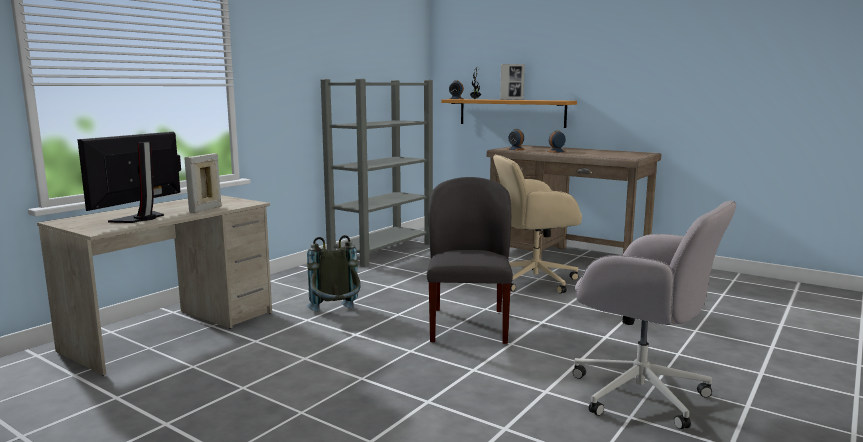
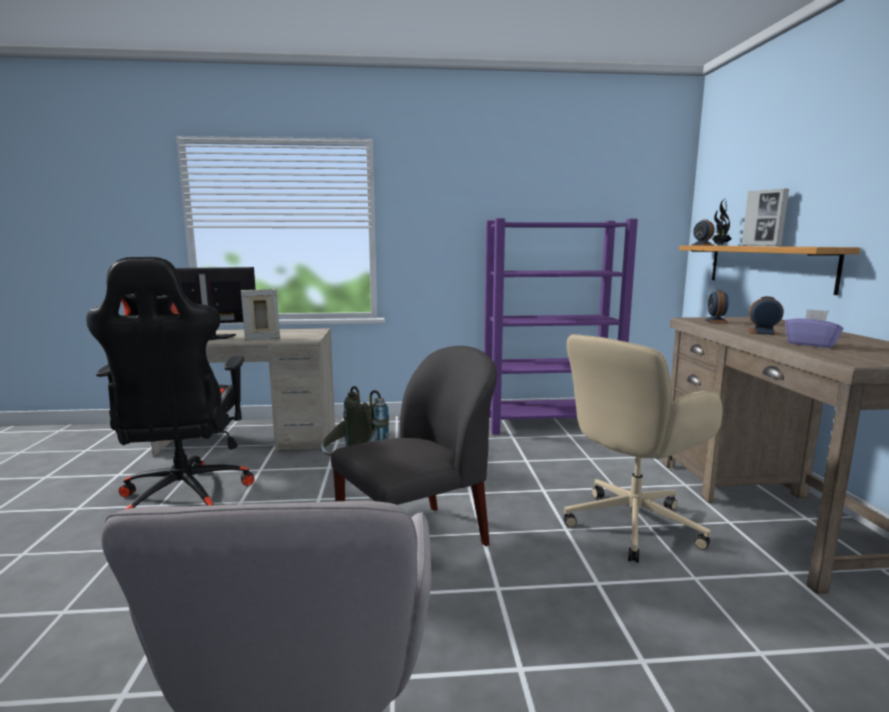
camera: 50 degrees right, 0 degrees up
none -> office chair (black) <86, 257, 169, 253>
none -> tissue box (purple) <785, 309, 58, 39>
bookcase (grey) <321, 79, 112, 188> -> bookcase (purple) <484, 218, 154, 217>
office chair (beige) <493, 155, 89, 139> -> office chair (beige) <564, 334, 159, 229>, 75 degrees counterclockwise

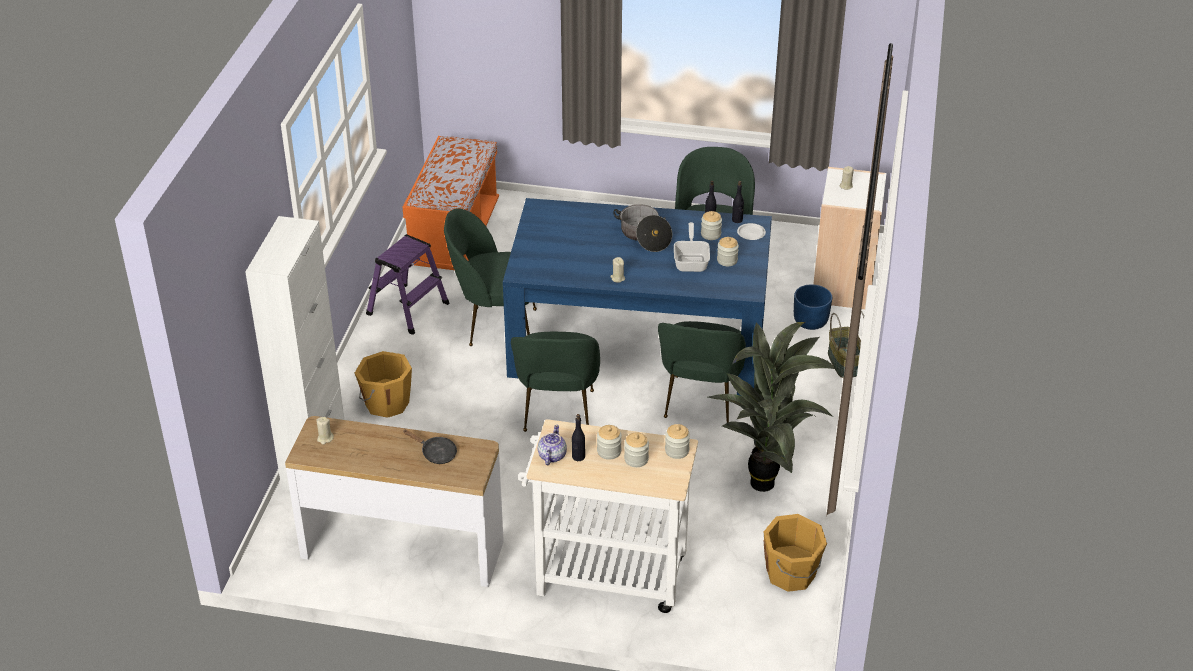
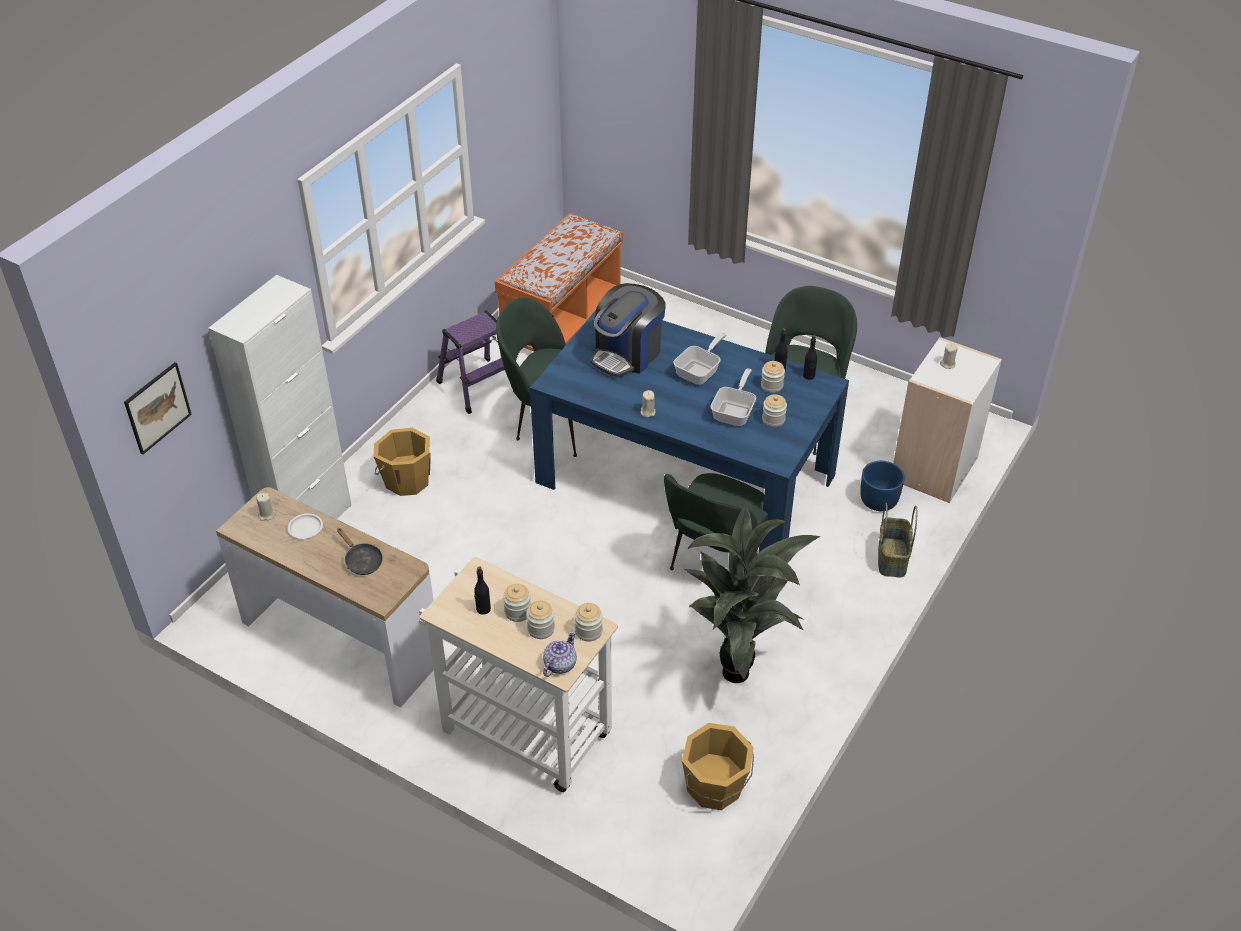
camera: 20 degrees right, 5 degrees up
chair (green) <511, 332, 89, 100> -> none
none -> picture <124, 362, 68, 93>
none -> coffee machine <590, 283, 76, 94>
teapot <538, 425, 29, 40> -> teapot <543, 631, 34, 46>, moved
plate (white) <737, 223, 29, 17> -> plate (white) <288, 513, 35, 26>, moved
cooking pot <613, 204, 59, 48> -> frying pan <673, 333, 53, 52>

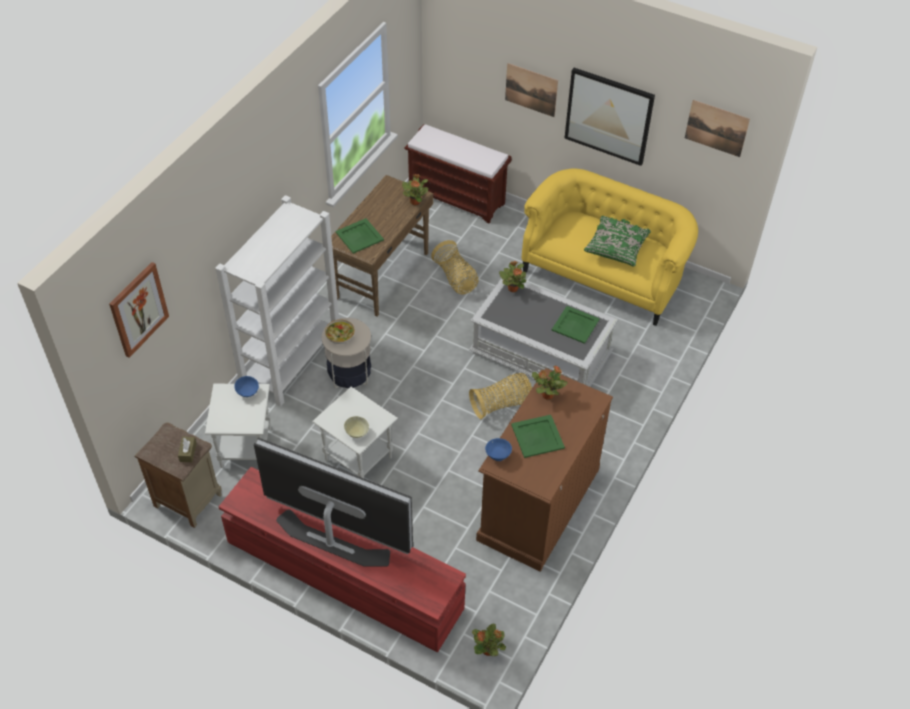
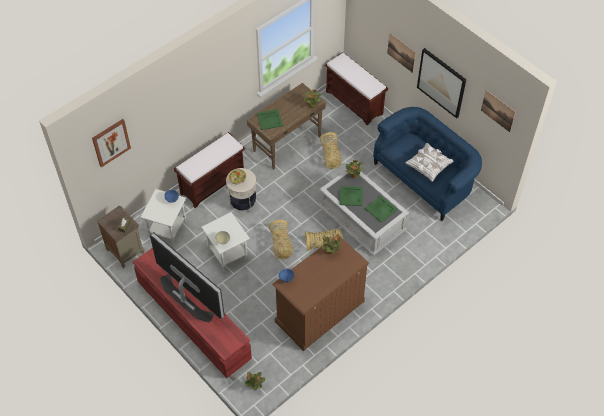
camera: 20 degrees right, 5 degrees up
none -> basket <269, 220, 24, 39>
tray (green) <511, 415, 54, 43> -> tray (green) <339, 186, 24, 20>, moved
bookcase (white) <215, 195, 124, 211> -> bench (brown) <174, 132, 71, 76>
sofa (yellow) <522, 168, 176, 158> -> sofa (blue) <373, 107, 109, 114>
pillow (green) <584, 216, 67, 51> -> pillow (white) <406, 143, 47, 39>

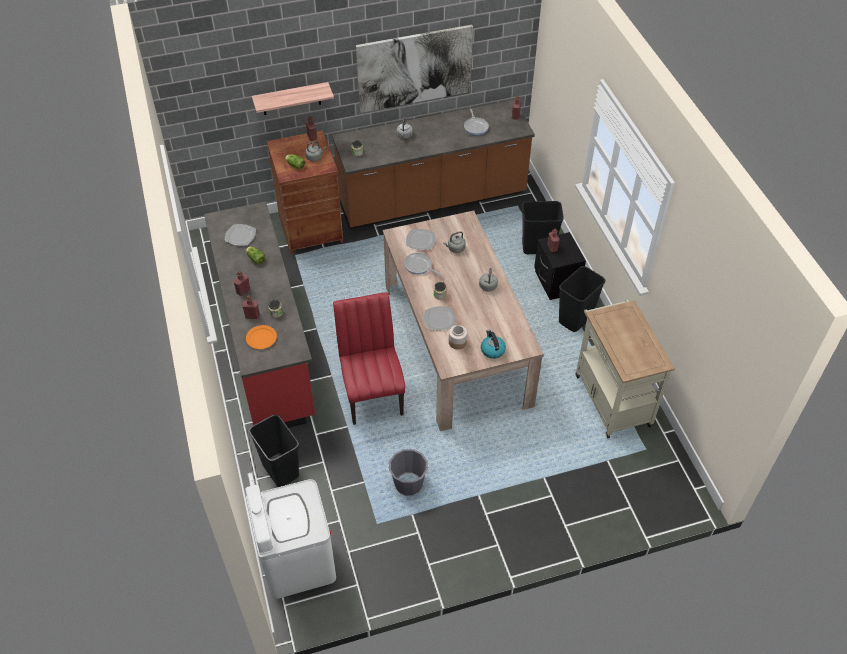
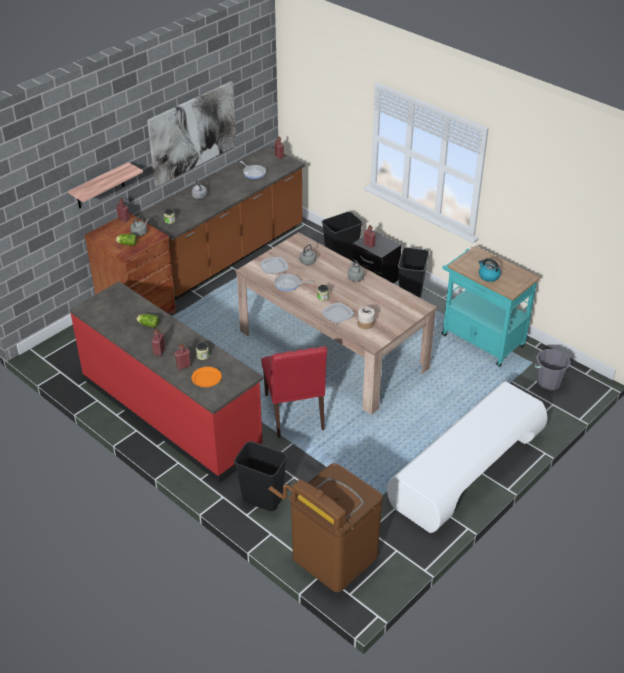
camera: 30 degrees left, 10 degrees down
plate <224, 224, 32, 22> -> none
none -> bench (white) <387, 381, 160, 152>
bucket (grey) <388, 449, 41, 47> -> bucket (grey) <535, 349, 36, 41>, moved
kettle <481, 330, 25, 29> -> kettle <478, 258, 23, 24>, moved
washing machine (white) <245, 473, 91, 126> -> washing machine (brown) <269, 463, 114, 129>
cart (beige) <575, 300, 100, 138> -> cart (turquoise) <442, 246, 98, 121>
chair (red) <333, 292, 72, 133> -> chair (red) <261, 346, 66, 92>, 150 degrees counterclockwise

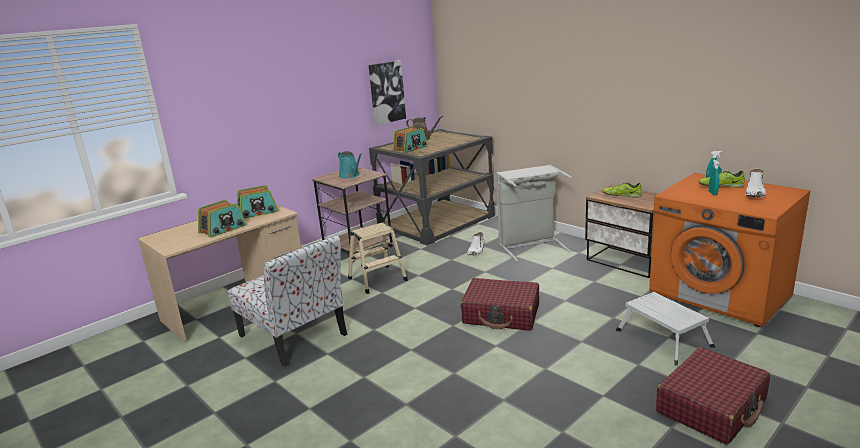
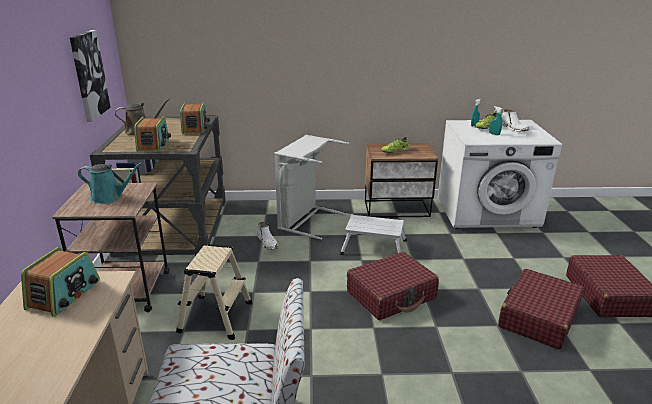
camera: 50 degrees left, 5 degrees up
none -> suitcase (red) <498, 269, 86, 81>
radio <198, 200, 48, 38> -> radio <180, 102, 30, 32>, moved
step ladder (white) <616, 292, 99, 74> -> step ladder (white) <339, 214, 68, 41>, moved
washing machine (orange) <649, 173, 161, 154> -> washing machine (white) <438, 120, 124, 109>

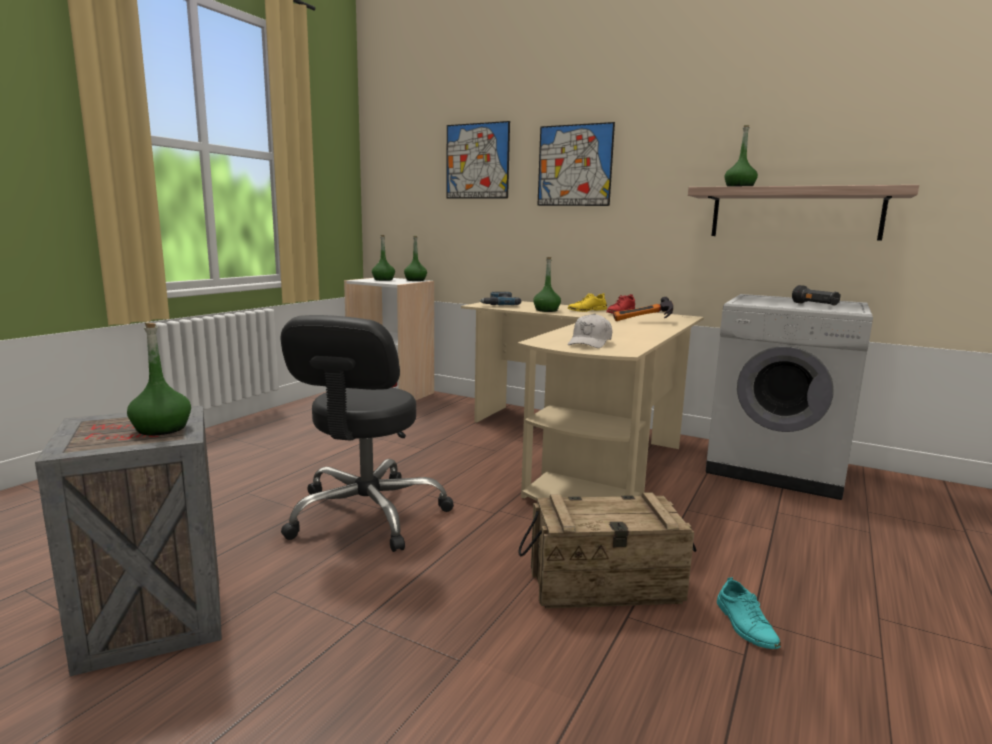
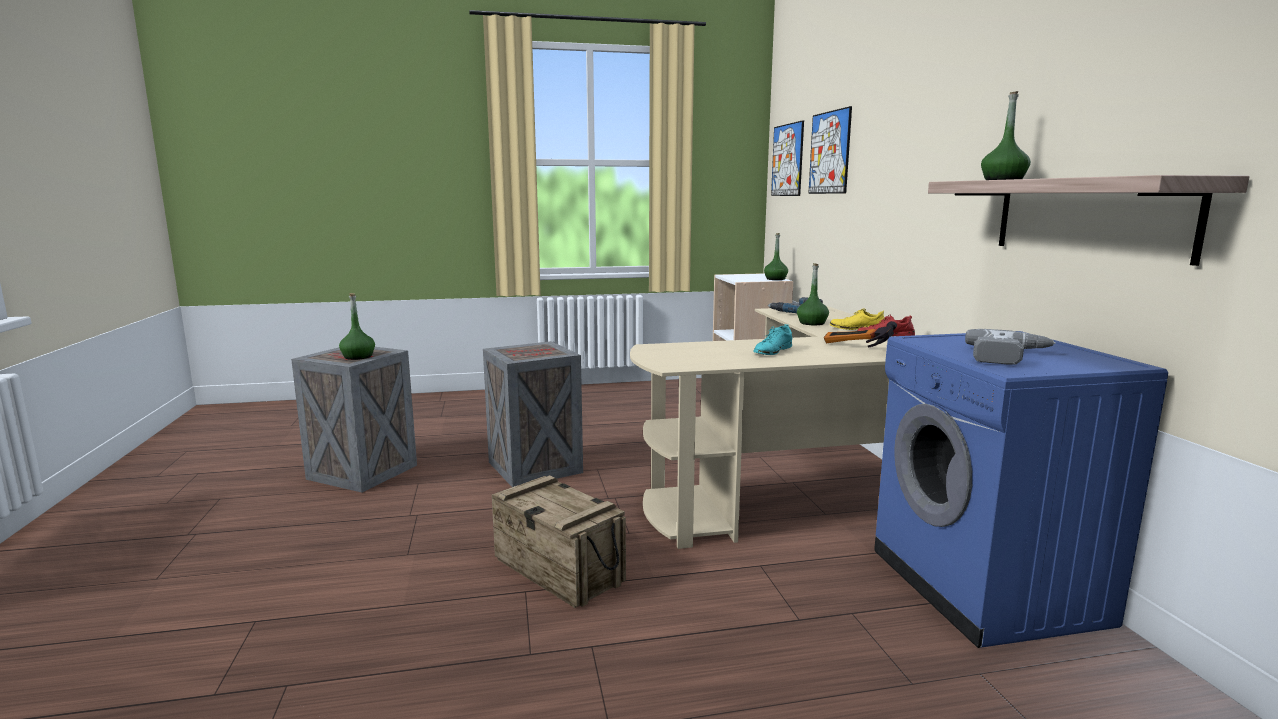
camera: 50 degrees right, 0 degrees up
bottle (green) <372, 235, 23, 46> -> none
cap (white) <568, 313, 44, 35> -> none
picture <537, 122, 78, 84> -> picture <771, 120, 33, 76>, moved
shoe (turquoise) <717, 577, 64, 72> -> shoe (turquoise) <754, 324, 38, 31>, moved
office chair (black) <281, 315, 173, 237> -> crate <483, 341, 100, 146>
flashlight (black) <792, 285, 49, 21> -> power drill <965, 329, 91, 36>
washing machine (white) <706, 294, 167, 206> -> washing machine (blue) <874, 331, 294, 317>

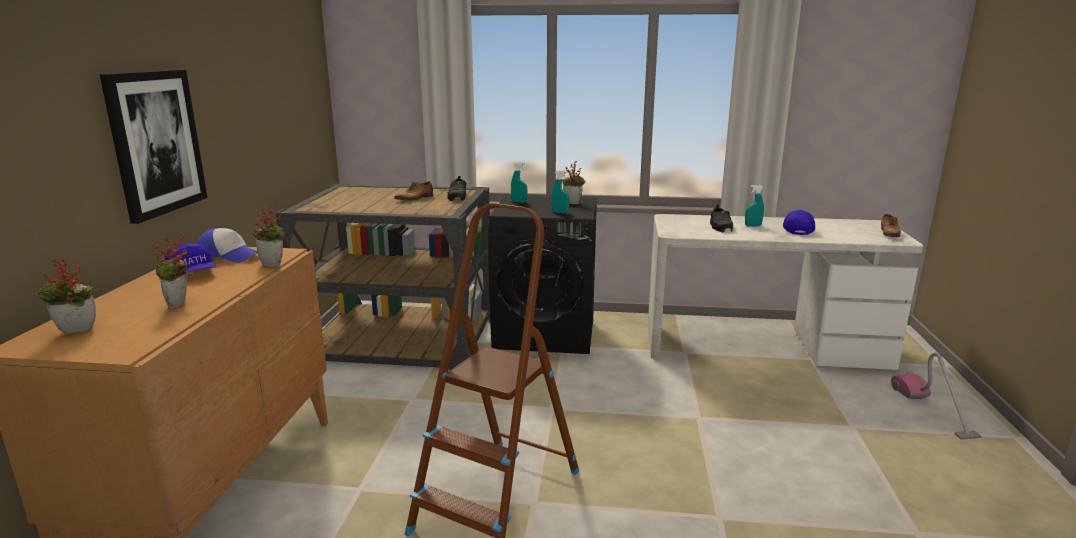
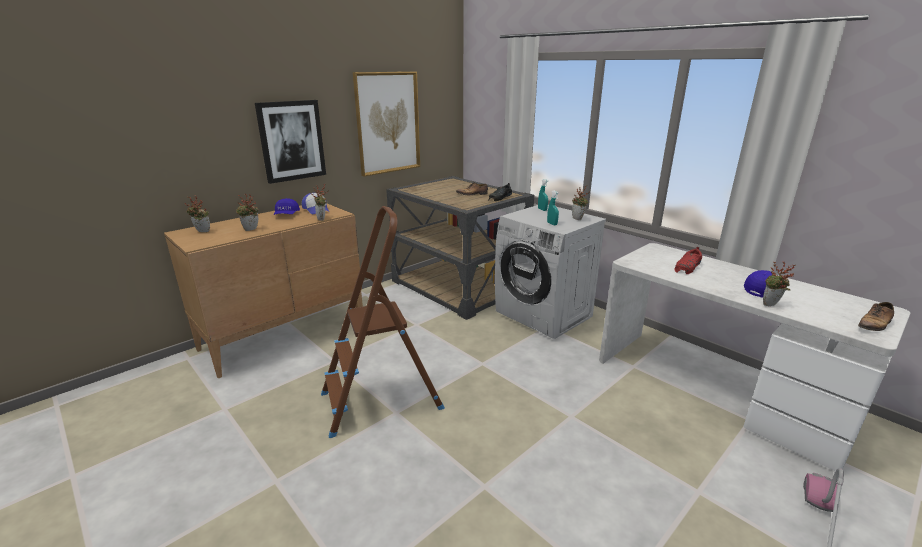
camera: 40 degrees right, 5 degrees up
spray bottle (turquoise) <745, 185, 19, 42> -> none
none -> picture <353, 72, 67, 105>
none -> potted plant <763, 262, 32, 44>
washing machine (black) <488, 196, 109, 158> -> washing machine (white) <495, 205, 111, 134>
shoe (black) <710, 205, 23, 28> -> shoe (red) <675, 247, 27, 27>

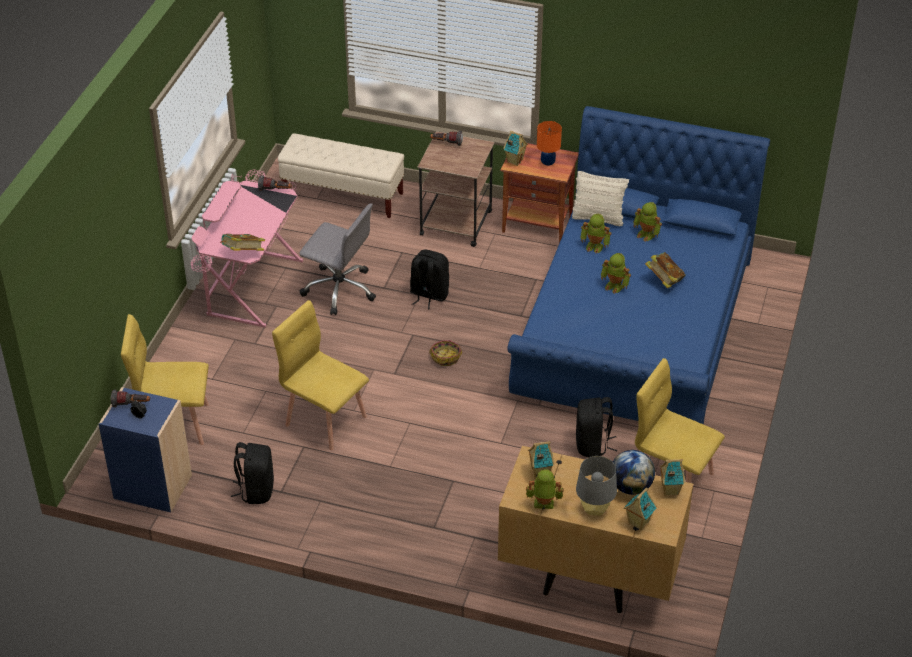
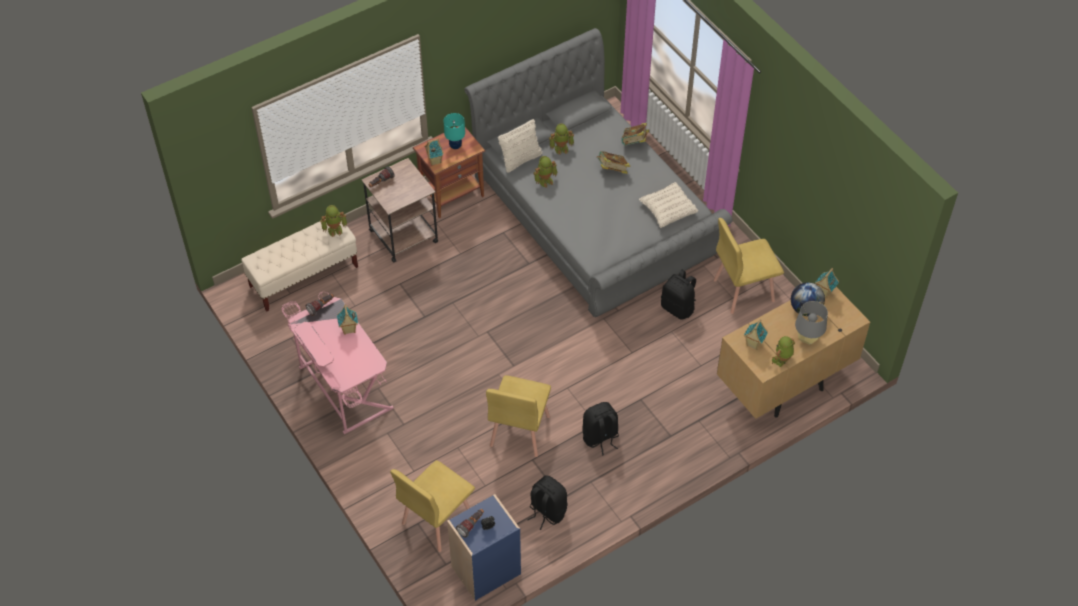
camera: 50 degrees left, 10 degrees up
office chair (grey) <299, 203, 77, 112> -> none
basket <429, 340, 33, 26> -> none
none -> pillow (beige) <639, 182, 59, 46>
book <220, 234, 45, 17> -> book <621, 123, 28, 23>, moved
backpack (black) <410, 250, 40, 59> -> backpack (black) <583, 402, 36, 53>, moved
toy robot <601, 253, 30, 41> -> toy robot <320, 205, 27, 32>, moved
toy house <624, 487, 33, 43> -> toy house <337, 305, 21, 30>, moved
bed (blue) <507, 106, 263, 318> -> bed (grey) <464, 28, 269, 290>
table lamp (orange) <537, 121, 25, 45> -> table lamp (turquoise) <444, 113, 21, 36>
chair (yellow) <272, 300, 97, 150> -> chair (yellow) <486, 375, 65, 82>, 60 degrees counterclockwise

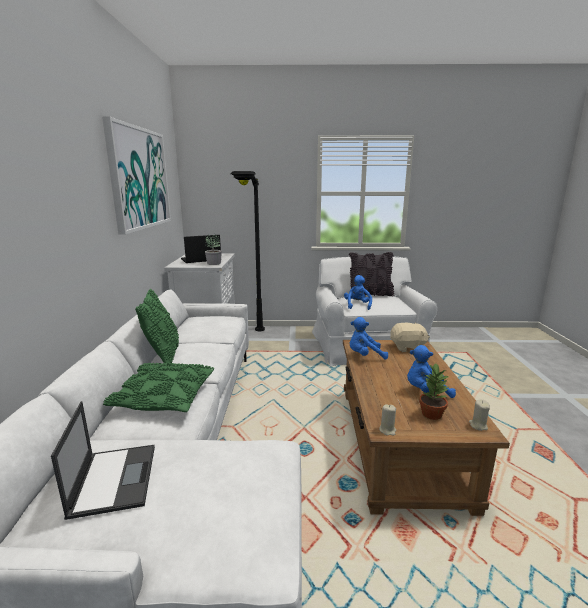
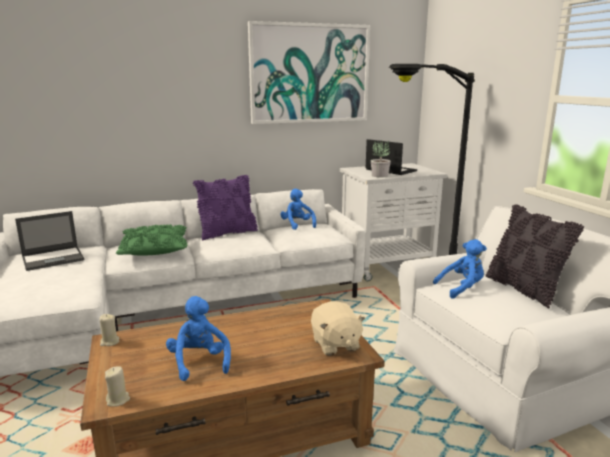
camera: 70 degrees right, 0 degrees up
potted plant <419, 364, 31, 56> -> none
plush toy (blue) <350, 317, 38, 42> -> plush toy (blue) <280, 189, 36, 41>, moved
pillow (green) <135, 289, 44, 74> -> pillow (purple) <193, 175, 65, 65>

